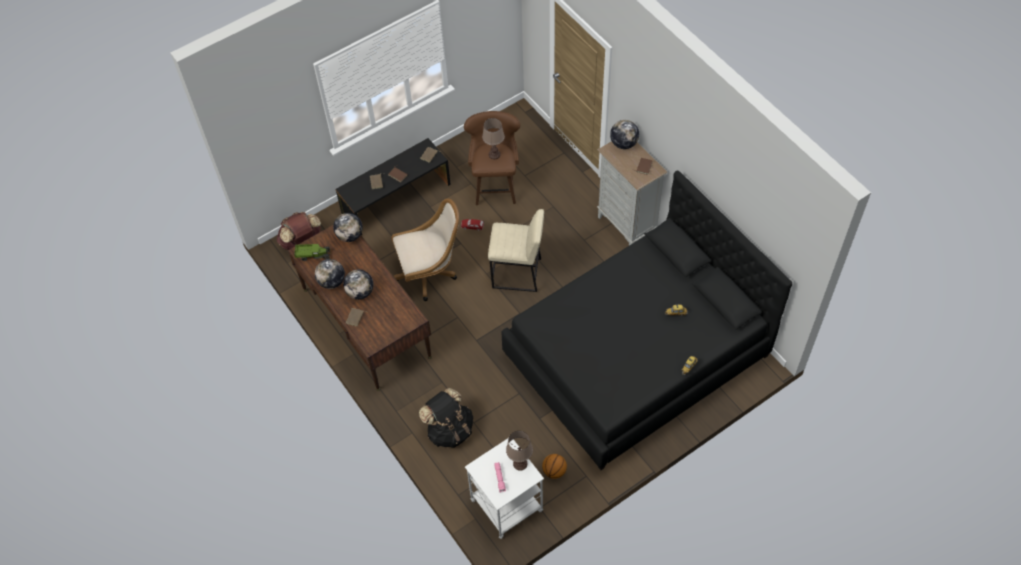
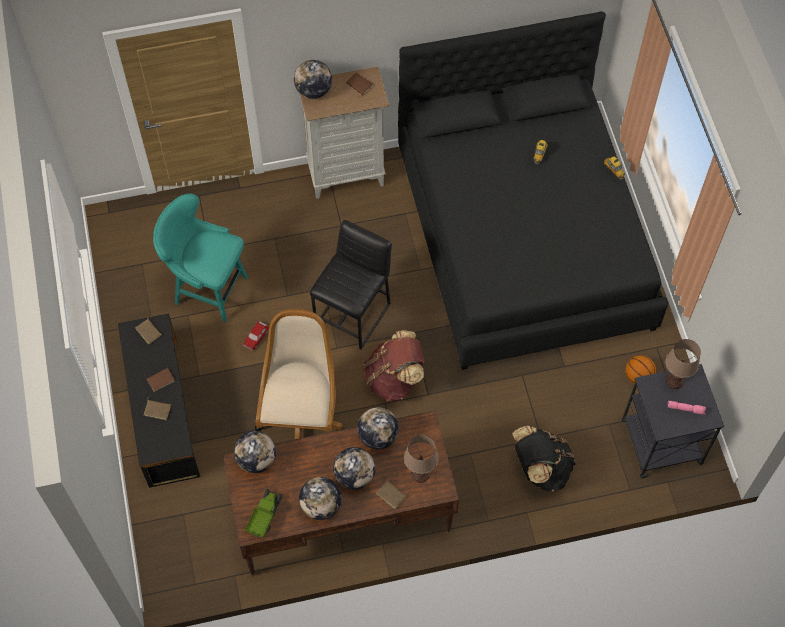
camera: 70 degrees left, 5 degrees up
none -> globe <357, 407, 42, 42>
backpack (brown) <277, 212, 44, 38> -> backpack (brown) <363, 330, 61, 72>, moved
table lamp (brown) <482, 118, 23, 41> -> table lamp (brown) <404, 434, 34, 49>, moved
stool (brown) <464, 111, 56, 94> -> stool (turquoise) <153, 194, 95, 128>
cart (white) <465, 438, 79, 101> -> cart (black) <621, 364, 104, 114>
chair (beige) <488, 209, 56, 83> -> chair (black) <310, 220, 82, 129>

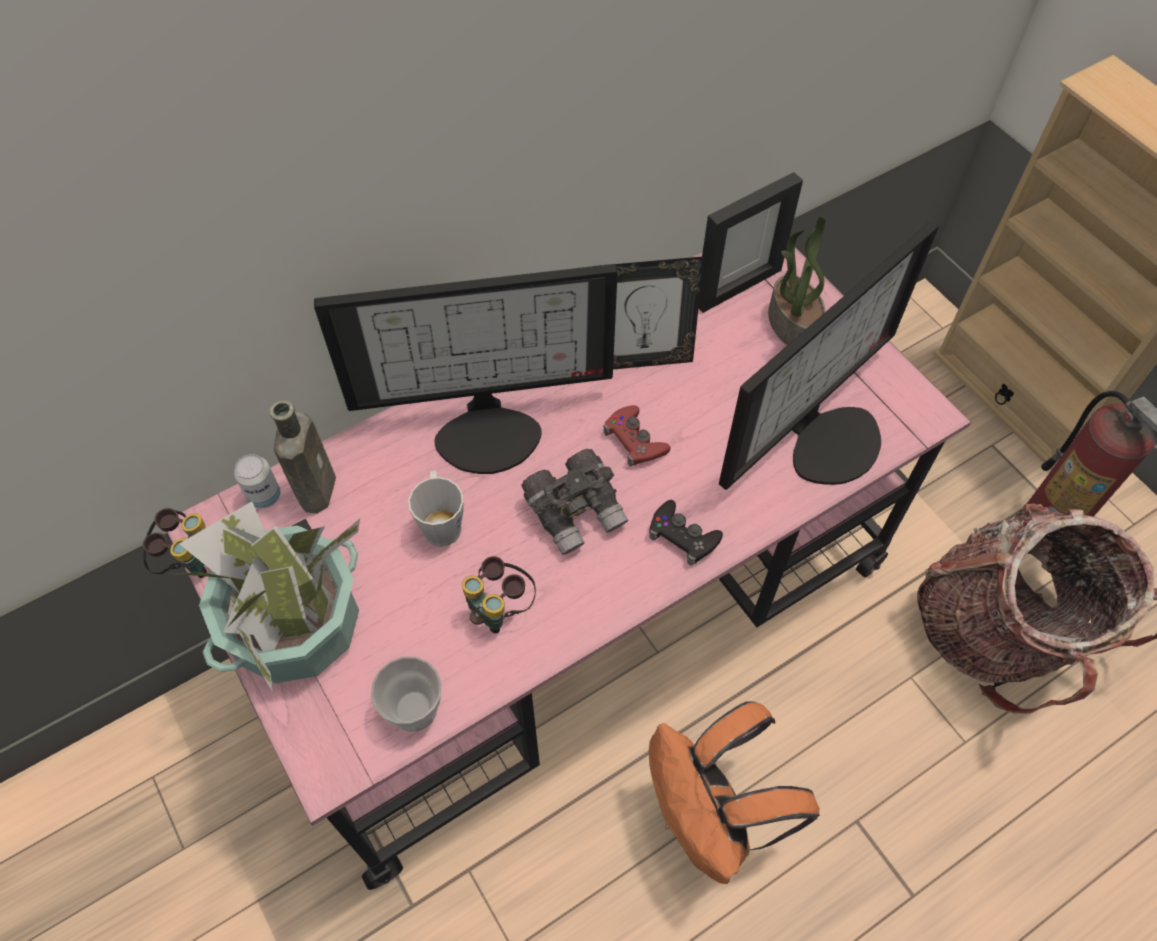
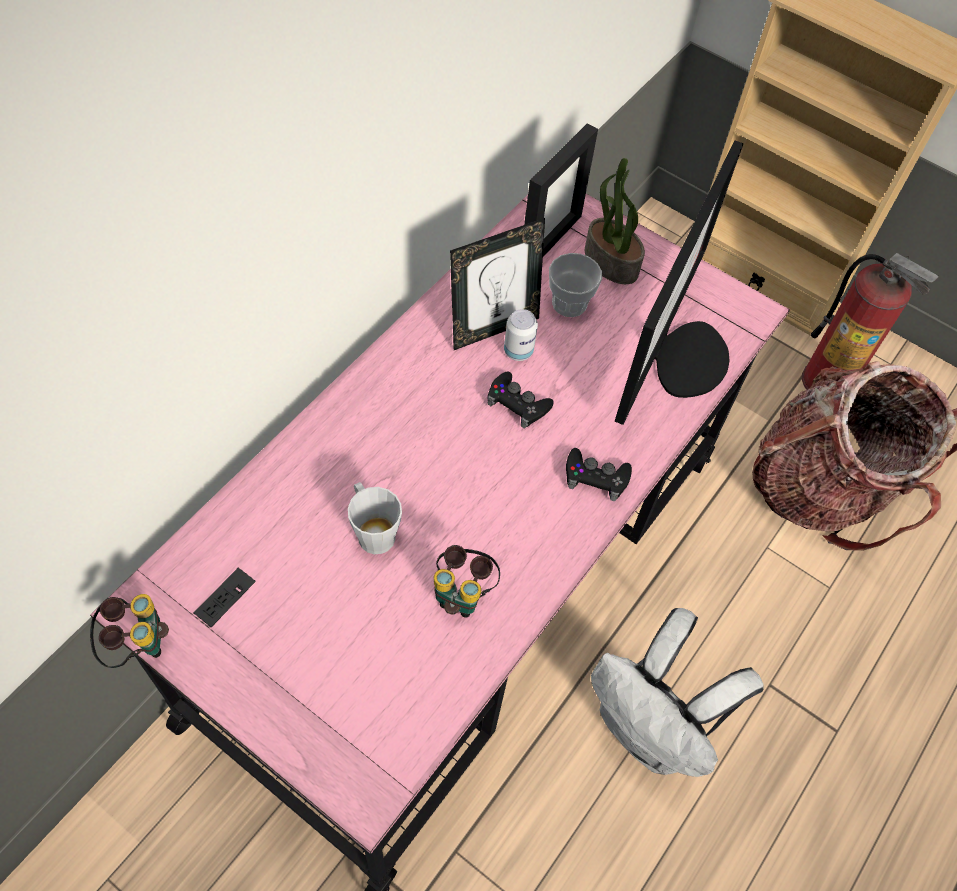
camera: 25 degrees left, 0 degrees up
potted plant <178, 501, 182, 192> -> none
bottle (brown) <270, 400, 66, 114> -> none
monitor <314, 264, 304, 210> -> none
binoculars (grey) <521, 449, 107, 106> -> none
can <234, 454, 47, 55> -> can <504, 309, 34, 52>, moved
cup <371, 656, 71, 76> -> cup <549, 253, 53, 64>, moved
game controller (red) <603, 405, 67, 62> -> game controller (black) <488, 371, 66, 57>
backpack (orange) <649, 701, 171, 183> -> backpack (white) <591, 608, 173, 169>

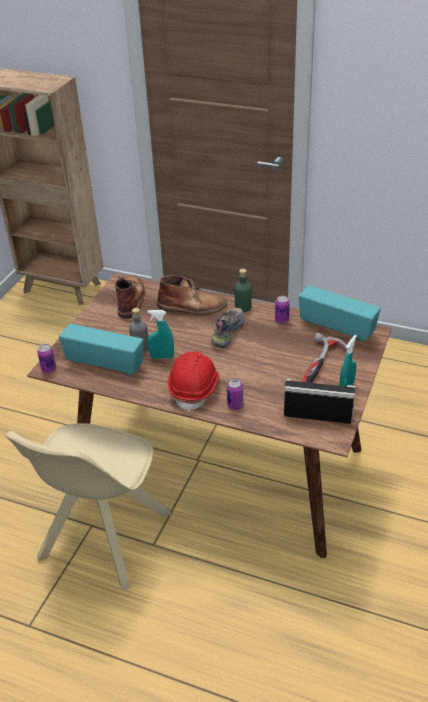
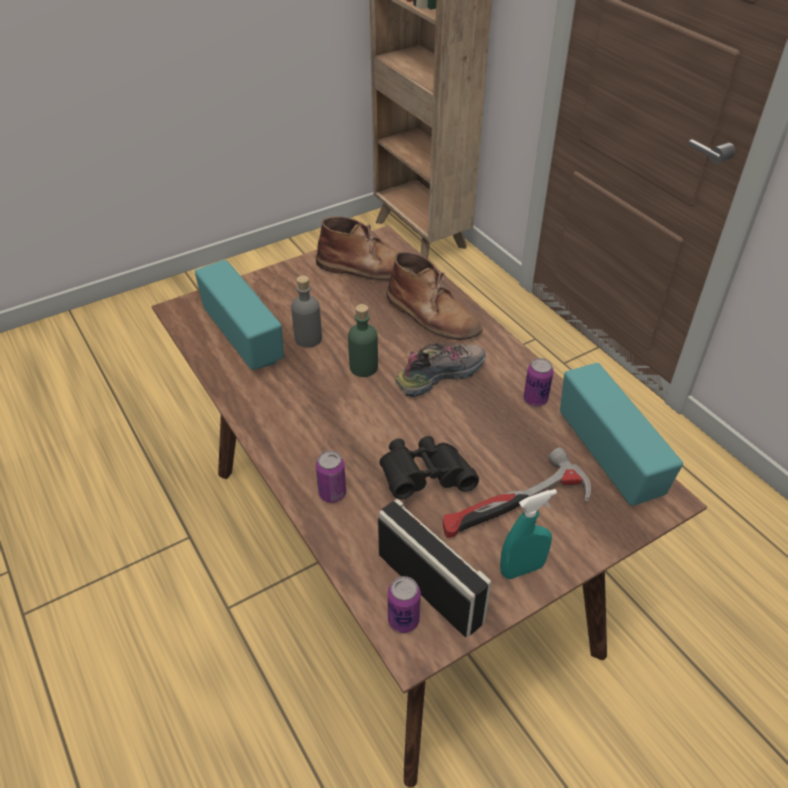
camera: 35 degrees right, 5 degrees up
chair (beige) <5, 423, 166, 168> -> none
spray bottle (turquoise) <147, 310, 27, 49> -> none
hard hat (red) <168, 351, 52, 61> -> none
none -> binoculars (black) <380, 436, 99, 63>
can <37, 344, 19, 29> -> can <388, 576, 33, 57>, moved
bottle (green) <235, 269, 16, 43> -> bottle (green) <348, 304, 30, 73>, moved
boot (brown) <115, 275, 30, 44> -> boot (brown) <316, 216, 84, 64>, 60 degrees clockwise

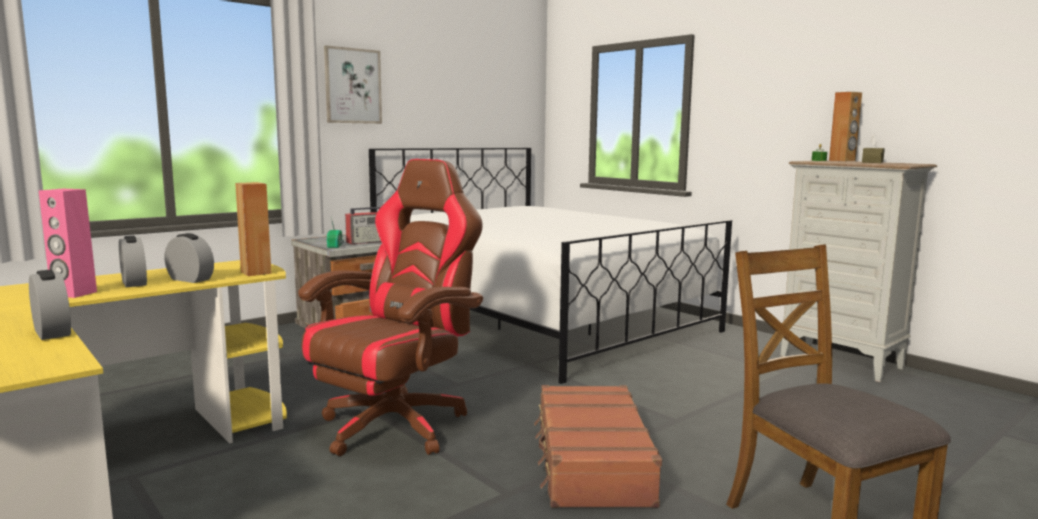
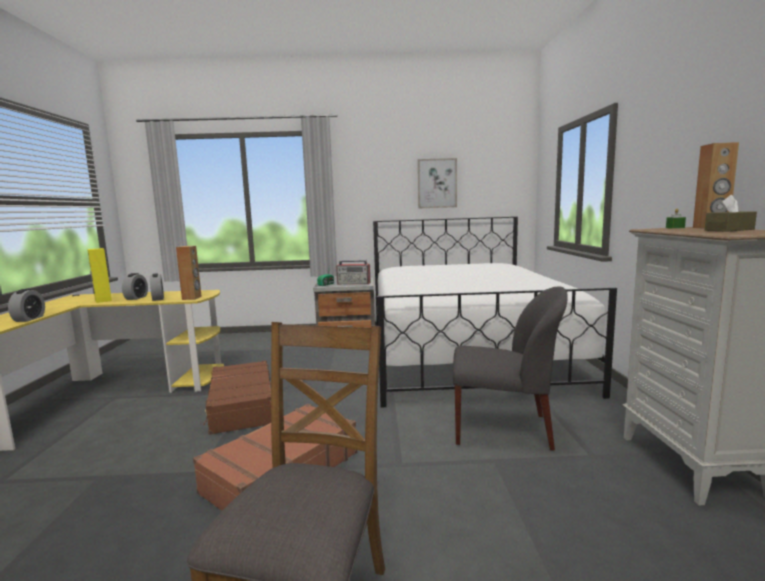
camera: 40 degrees right, 0 degrees up
none -> chair (grey) <453, 286, 115, 165>
picture <324, 45, 58, 79> -> picture <418, 158, 39, 50>, moved
office chair (brown) <298, 159, 185, 297> -> suitcase (brown) <203, 360, 68, 75>
speaker (pink) <39, 189, 58, 109> -> speaker (yellow) <87, 248, 25, 55>

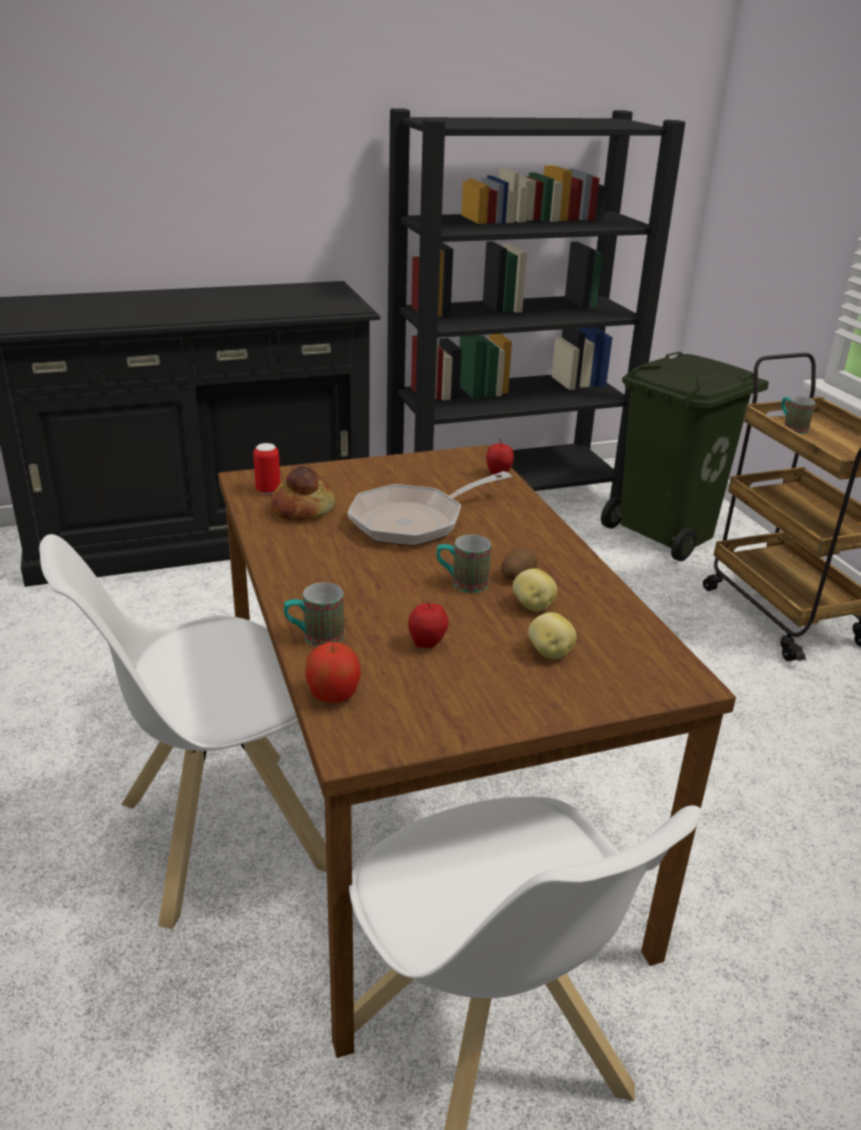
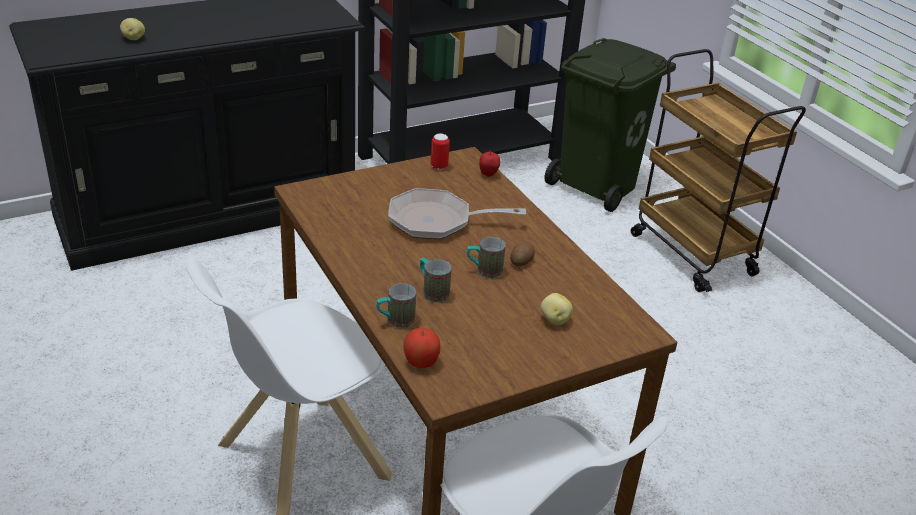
camera: 10 degrees left, 5 degrees up
bread <271, 466, 65, 55> -> none
apple <408, 601, 41, 47> -> none
can <253, 443, 27, 51> -> can <431, 134, 19, 36>, moved
potato <513, 569, 44, 42> -> potato <120, 18, 25, 22>, moved
mug <781, 397, 35, 37> -> mug <420, 258, 32, 45>, moved
frying pan <347, 471, 165, 75> -> frying pan <388, 188, 138, 51>, 45 degrees clockwise

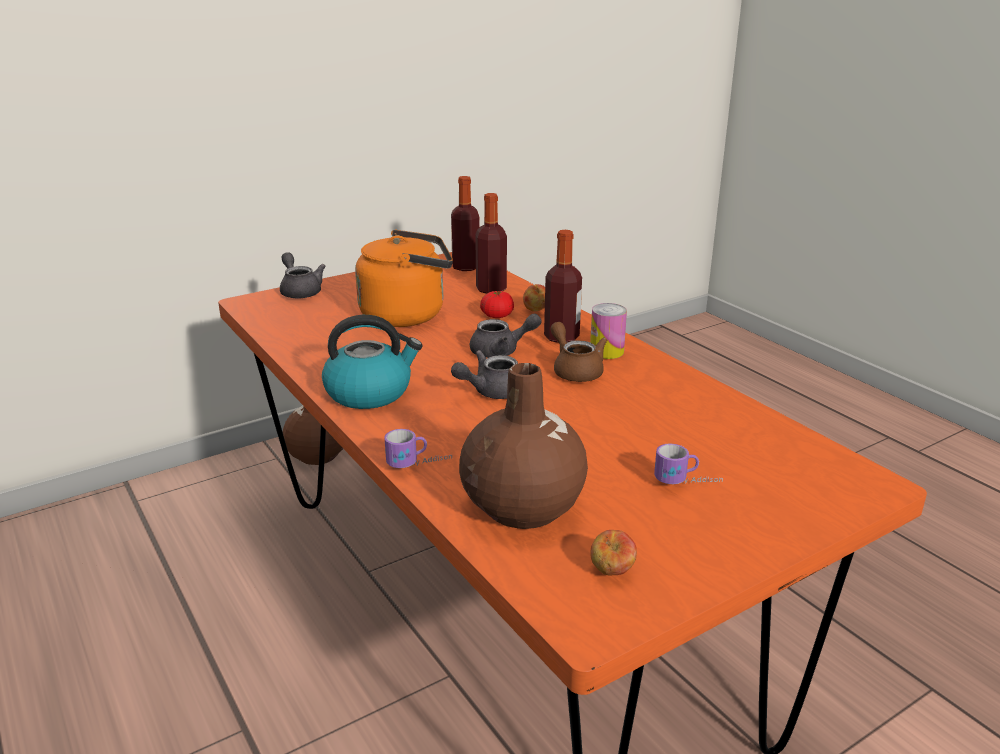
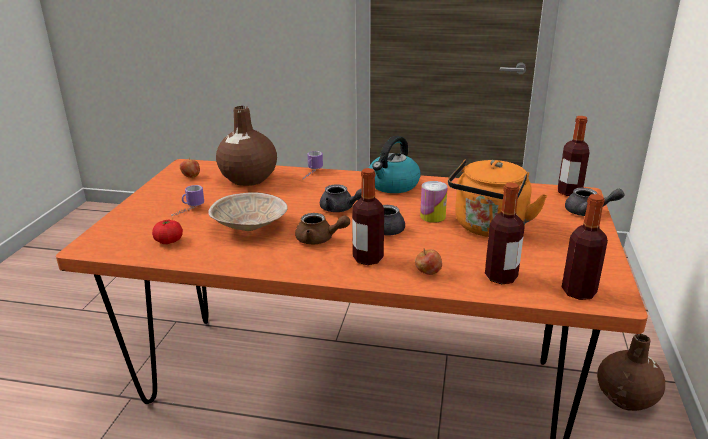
camera: 135 degrees right, 0 degrees up
none -> bowl (beige) <208, 192, 80, 39>
none -> bottle <558, 116, 32, 80>
tomato <480, 291, 34, 27> -> tomato <152, 220, 31, 24>, moved
can <590, 303, 37, 56> -> can <420, 181, 28, 42>, moved
teapot (grey) <451, 350, 67, 49> -> teapot (grey) <320, 184, 42, 28>, 105 degrees clockwise

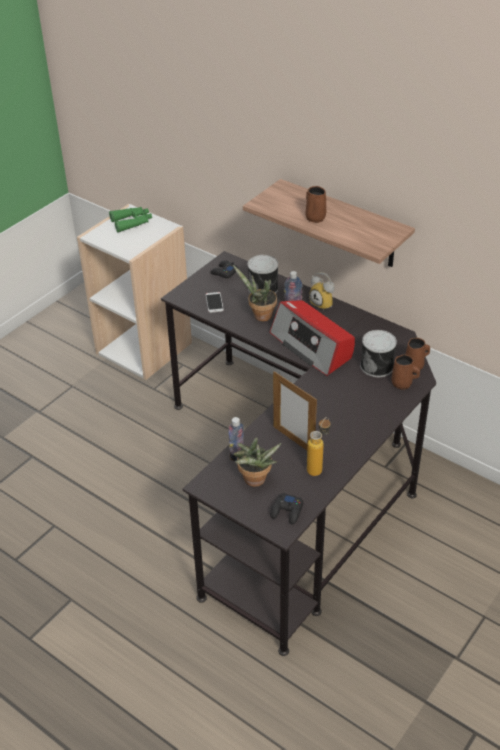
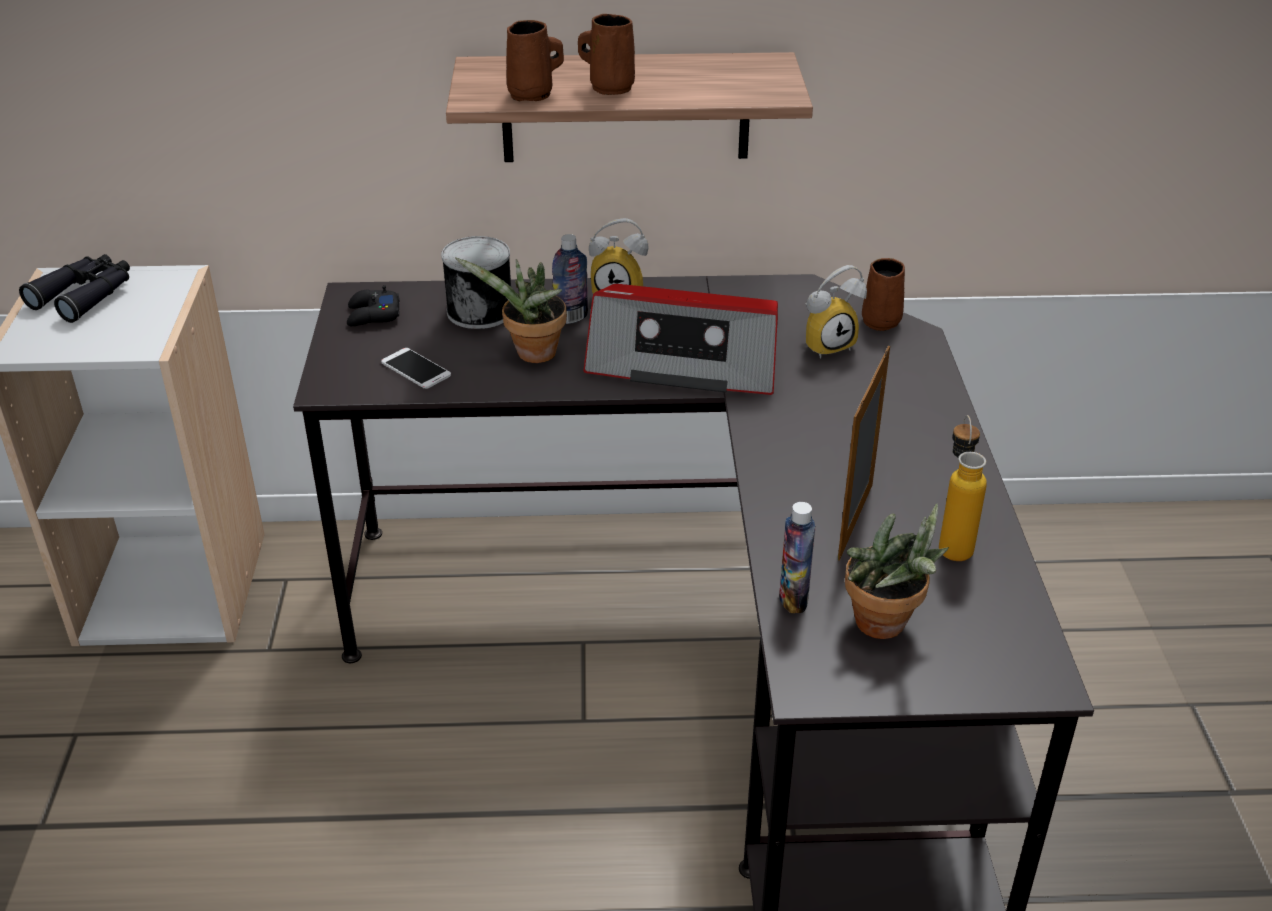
camera: 40 degrees left, 5 degrees down
game controller (black) <270, 493, 33, 32> -> none
mug (brown) <391, 354, 29, 36> -> mug (brown) <506, 20, 58, 82>, moved
can <360, 330, 37, 47> -> alarm clock <806, 265, 61, 94>
binoculars (green) <109, 207, 43, 26> -> binoculars (black) <19, 254, 111, 69>
picture frame <273, 371, 44, 79> -> picture frame <838, 346, 52, 215>, 105 degrees clockwise

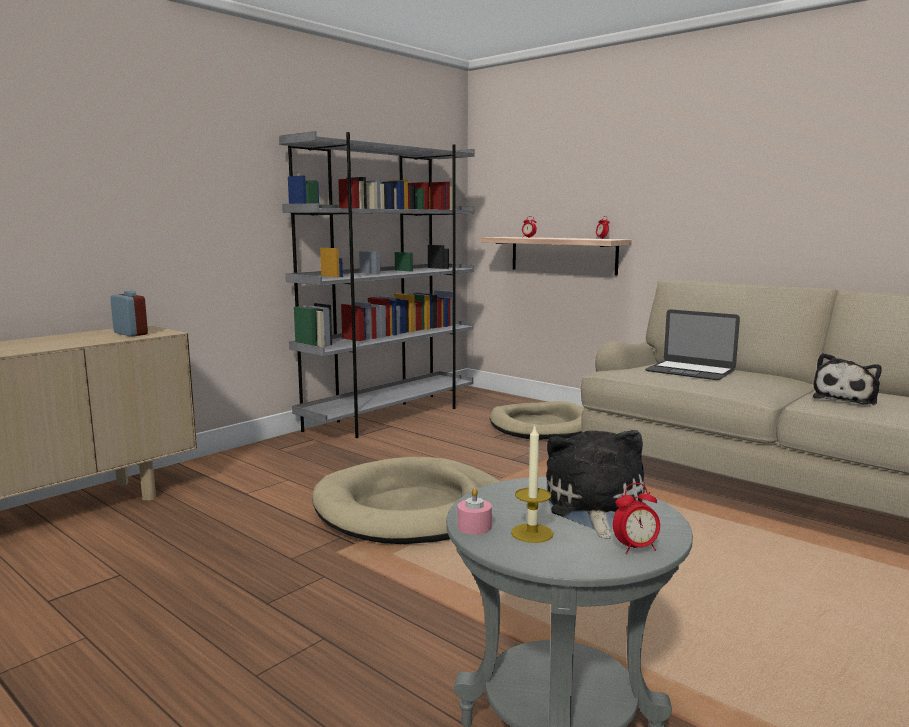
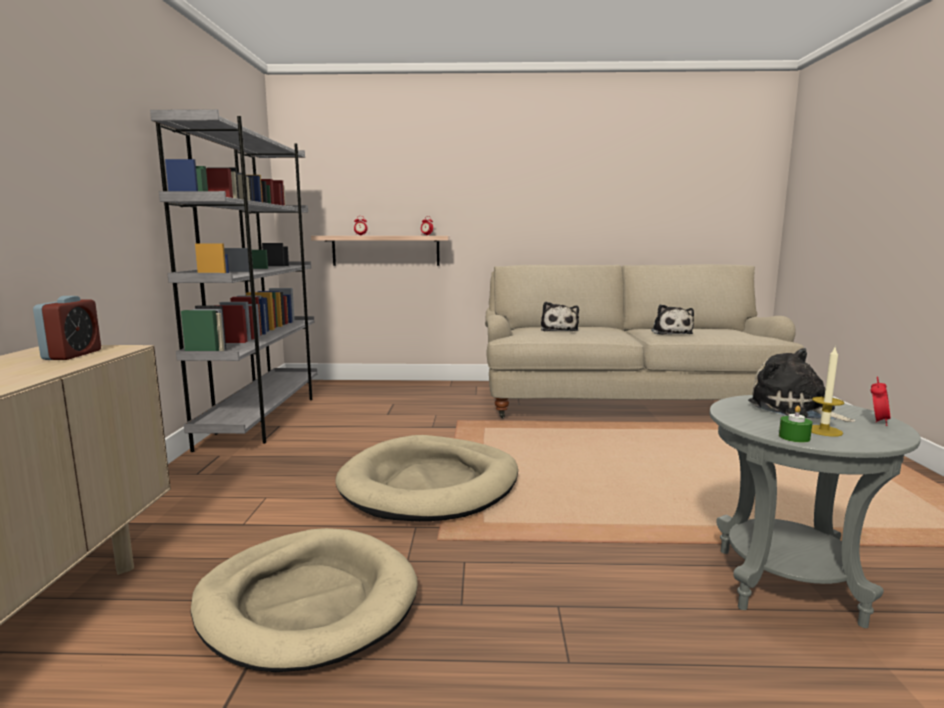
camera: 40 degrees left, 0 degrees up
dog bed (beige) <490, 401, 95, 39> -> dog bed (beige) <190, 528, 228, 144>, moved
laptop <645, 309, 95, 71> -> plush toy <541, 302, 38, 29>
candle (pink) <457, 488, 35, 47> -> candle (green) <779, 406, 34, 37>
alarm clock <110, 291, 38, 46> -> alarm clock <33, 296, 68, 64>, 90 degrees clockwise

